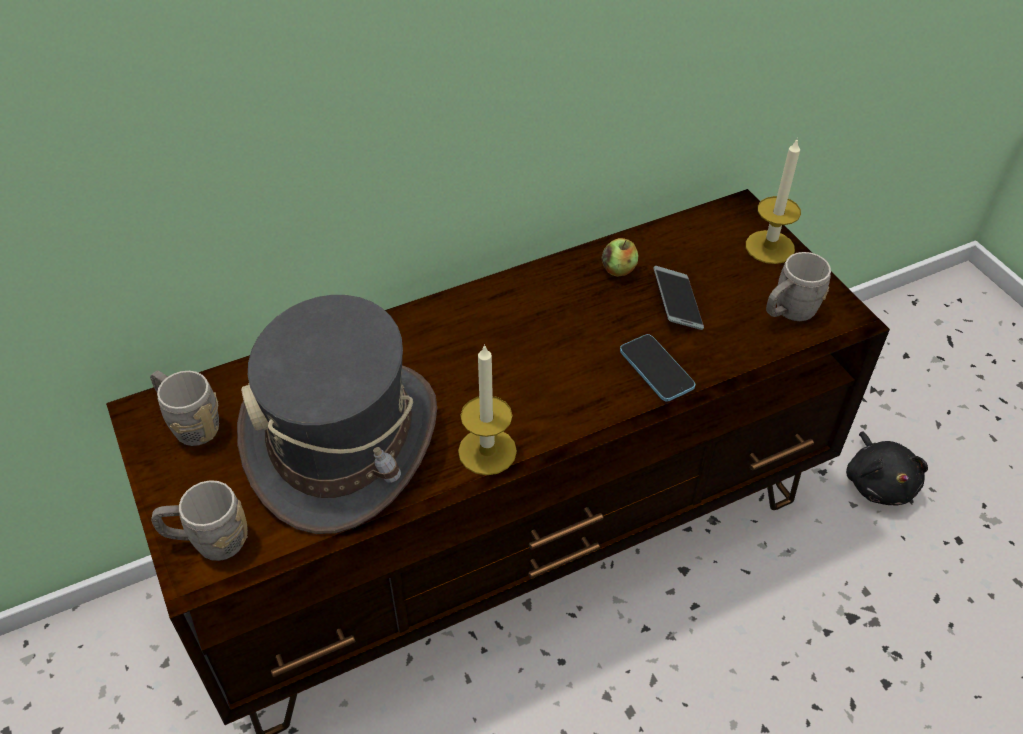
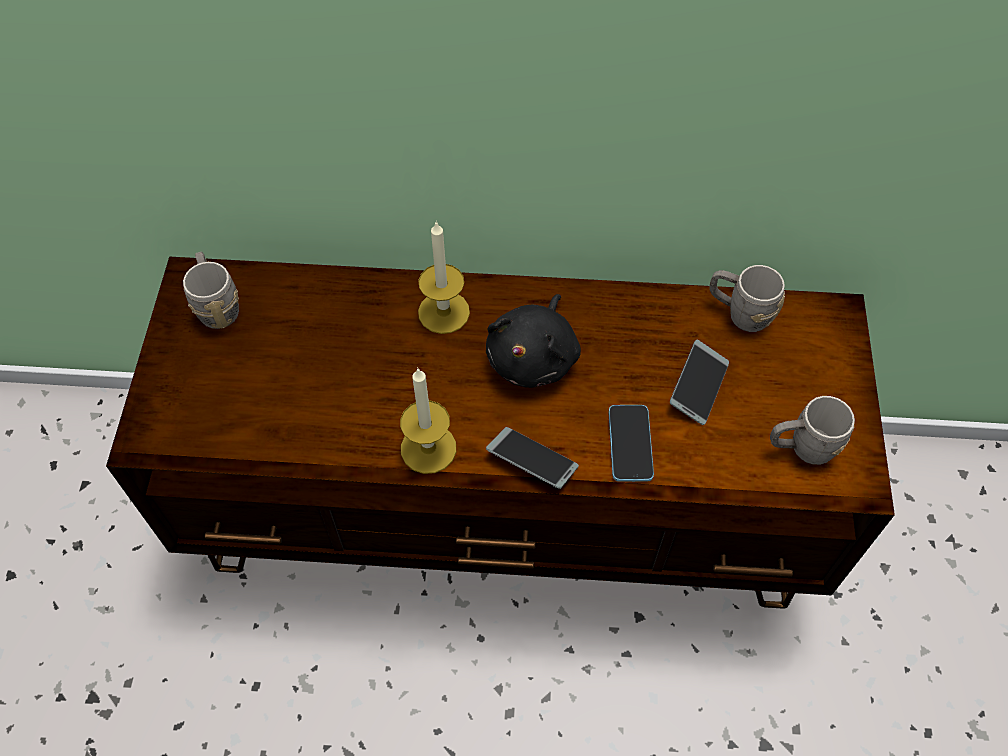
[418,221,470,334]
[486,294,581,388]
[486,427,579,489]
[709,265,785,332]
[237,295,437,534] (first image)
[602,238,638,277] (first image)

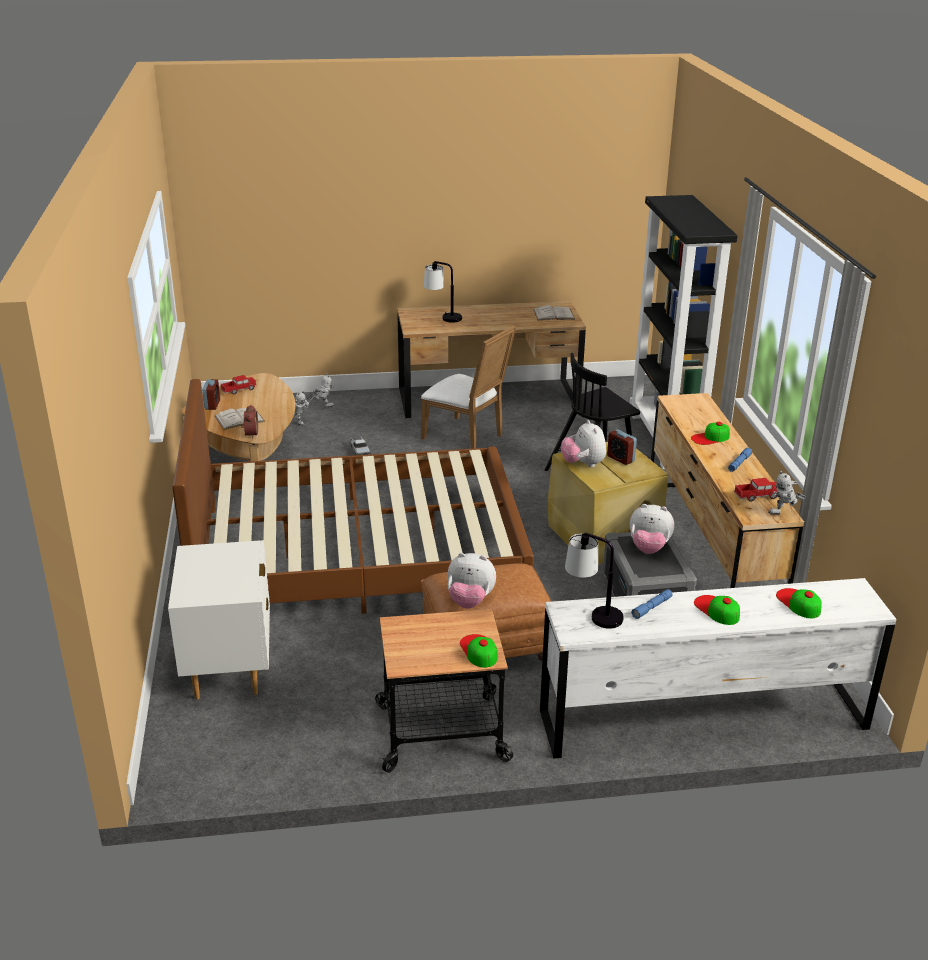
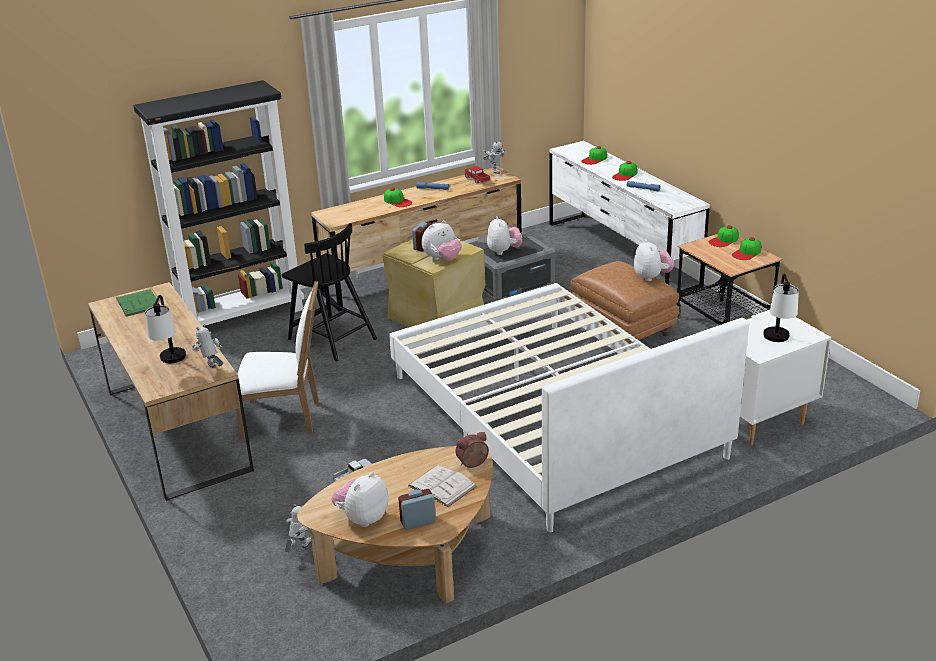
[116,289,159,317]
[192,324,223,368]
[236,281,319,440]
[331,472,388,527]
[389,283,749,532]
[732,237,761,260]
[763,274,799,342]

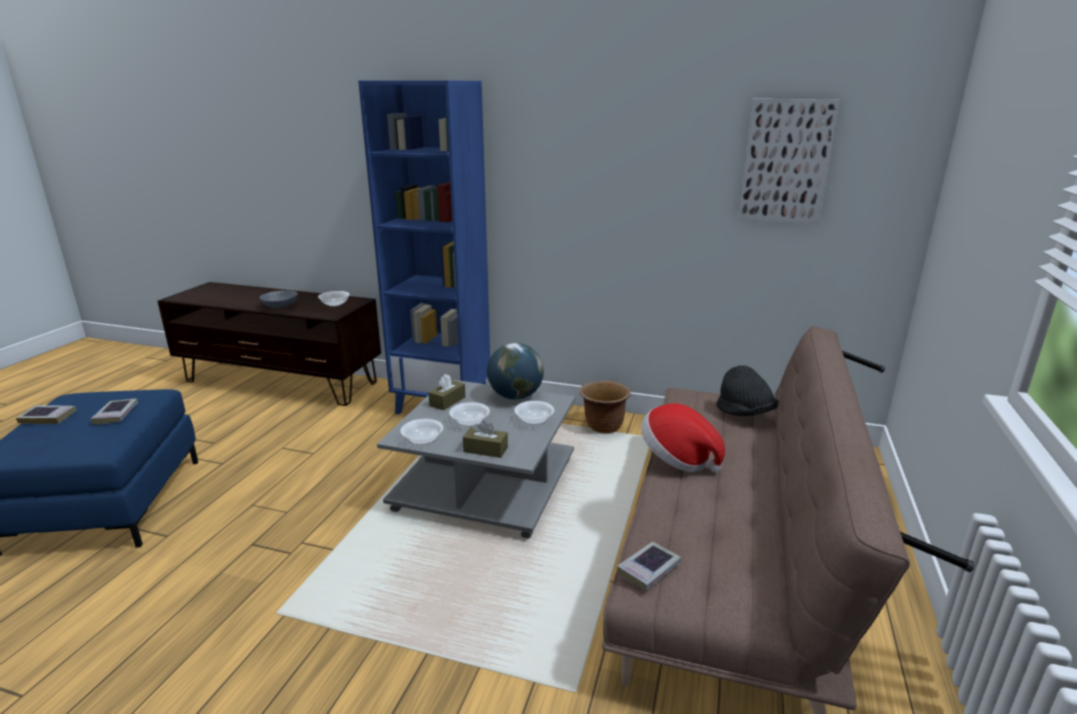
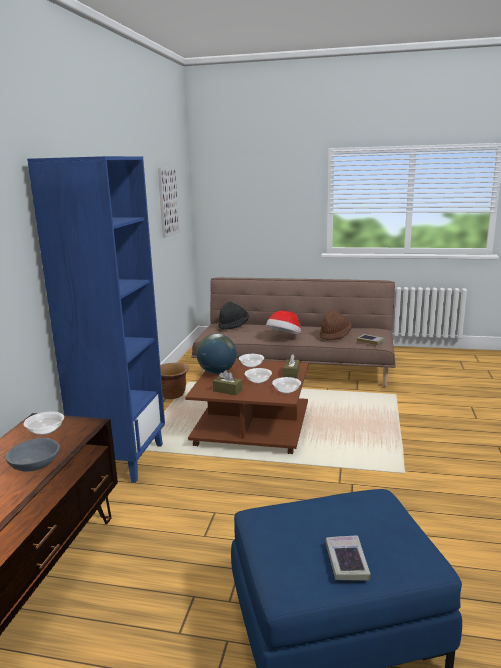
[185,359,308,454]
[320,310,352,341]
[90,398,138,425] (first image)

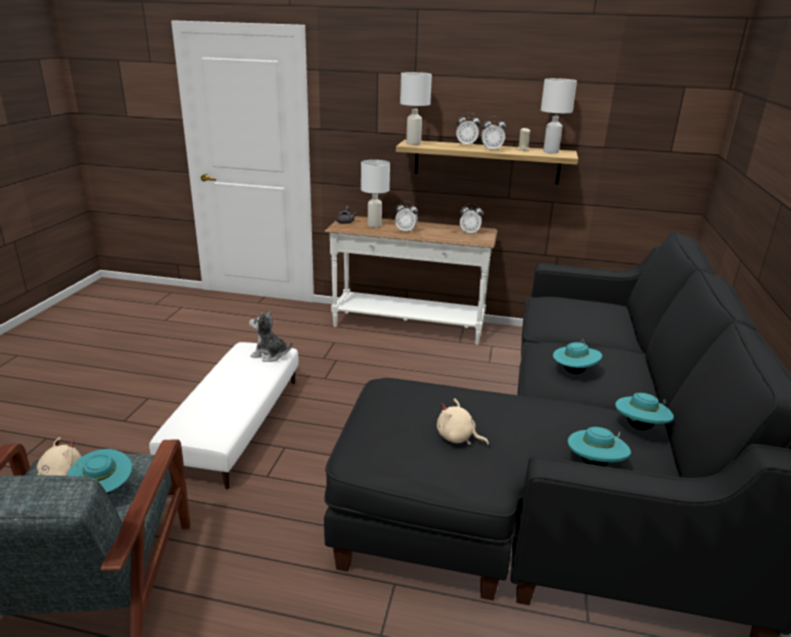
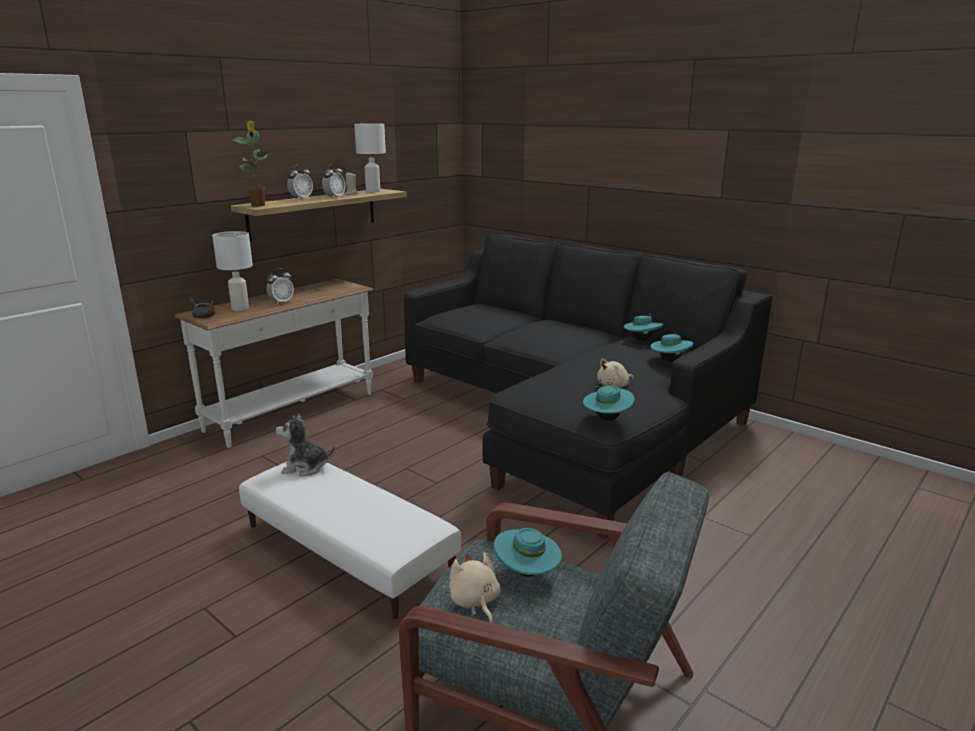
[233,121,271,206]
[276,413,335,477]
[583,383,634,421]
[460,203,483,235] (first image)

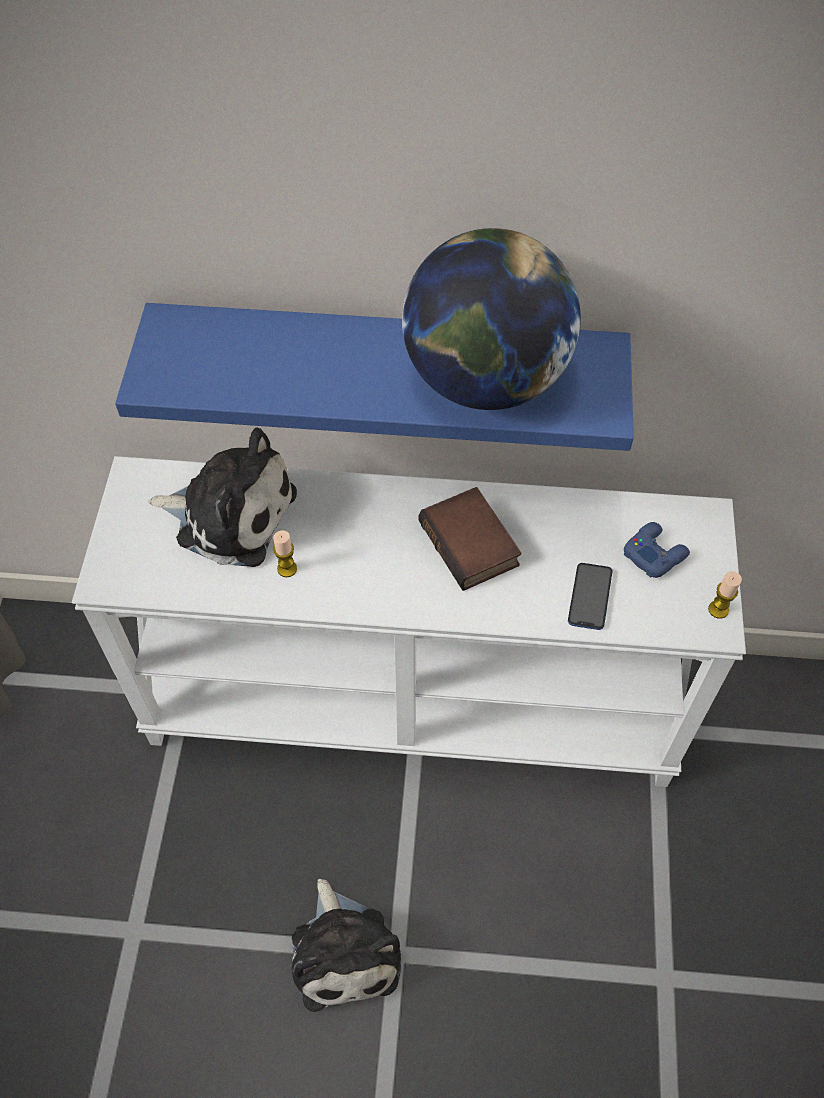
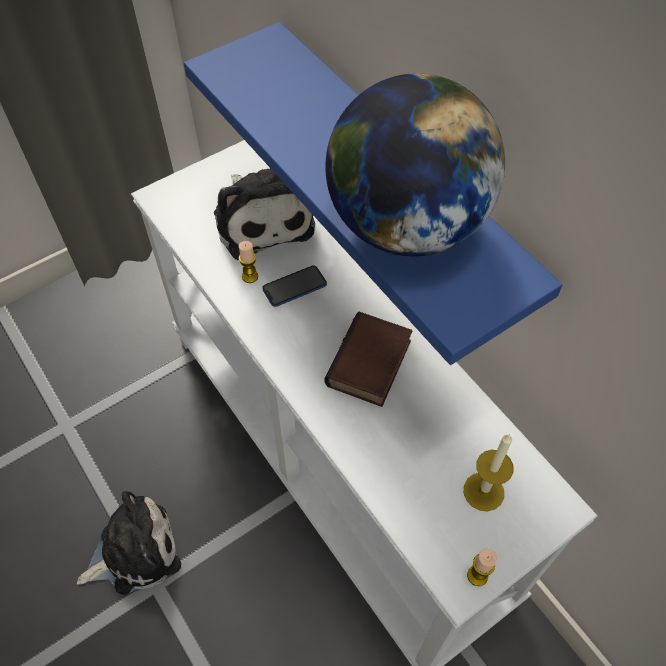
[77,491,181,595]
[262,265,327,307]
[464,434,514,512]

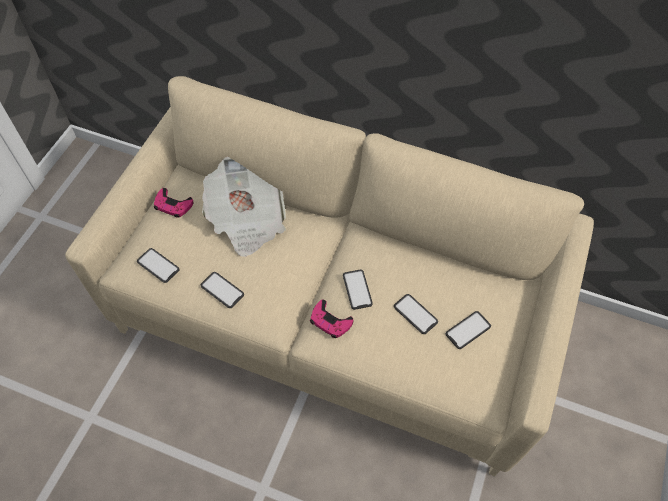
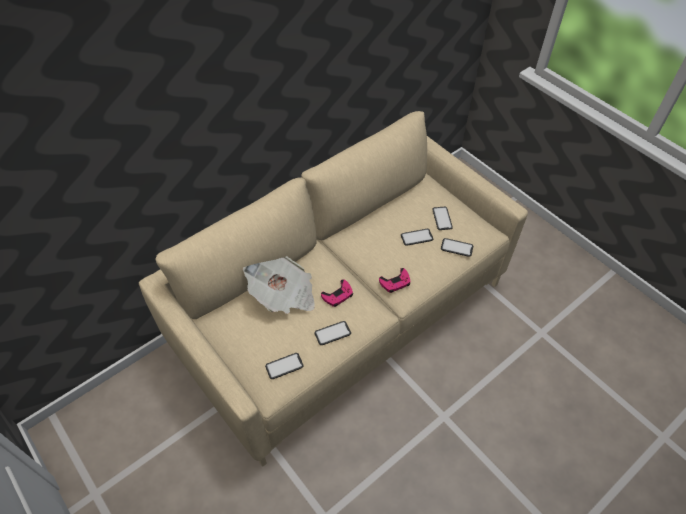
[321,279,353,307]
[441,238,473,257]

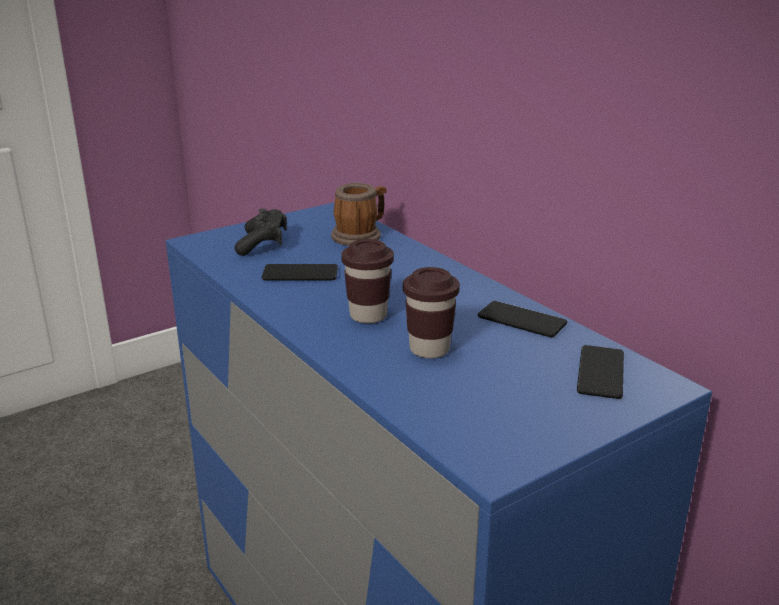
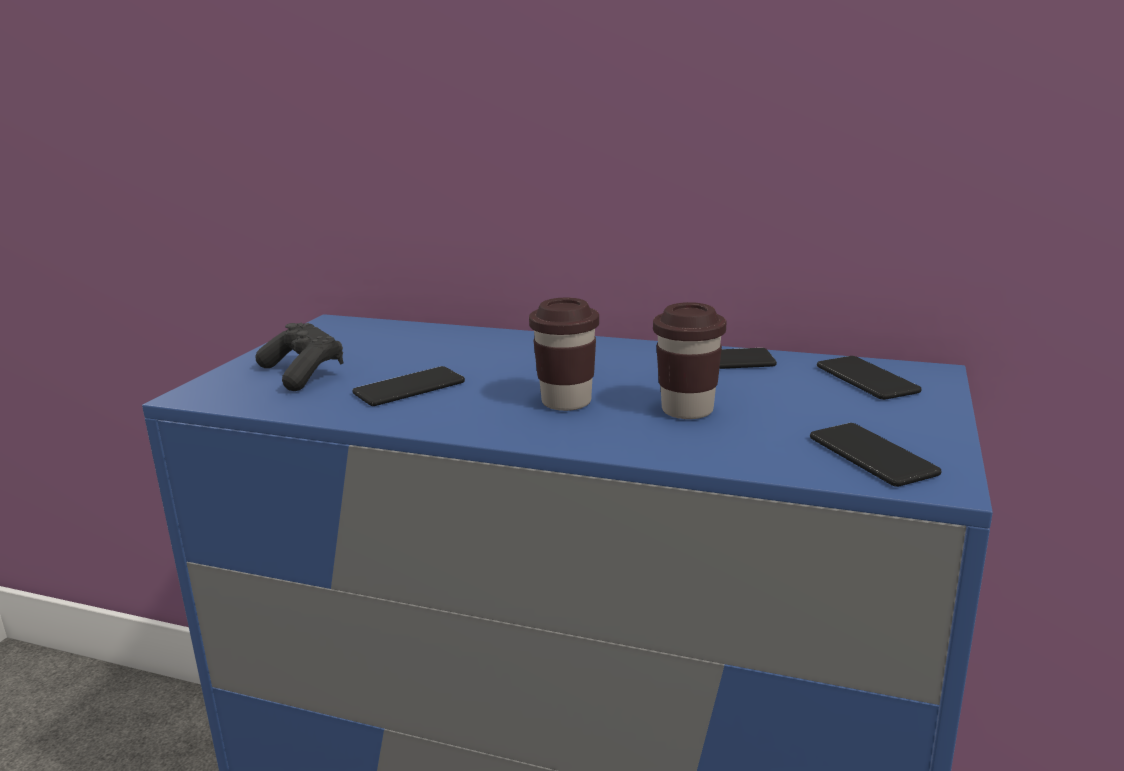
[810,423,942,487]
[331,182,386,246] (first image)

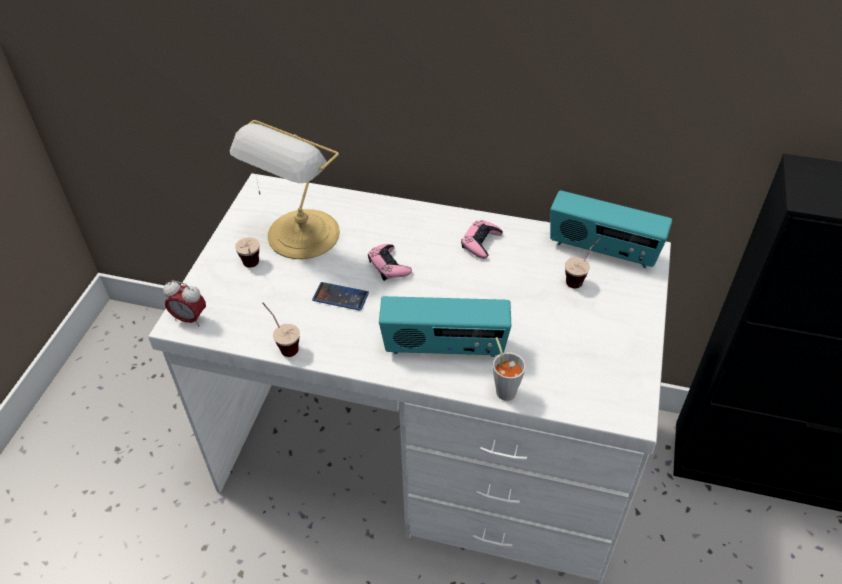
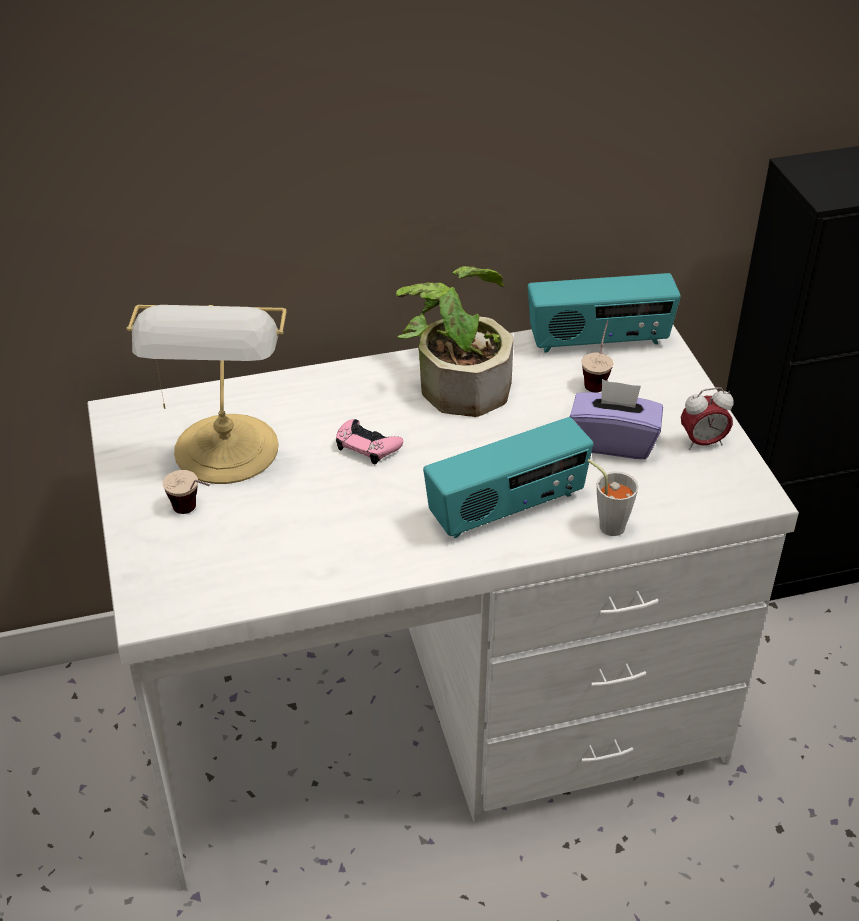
[396,266,514,417]
[570,379,663,459]
[681,387,734,450]
[262,303,300,357] (first image)
[312,282,369,311] (first image)

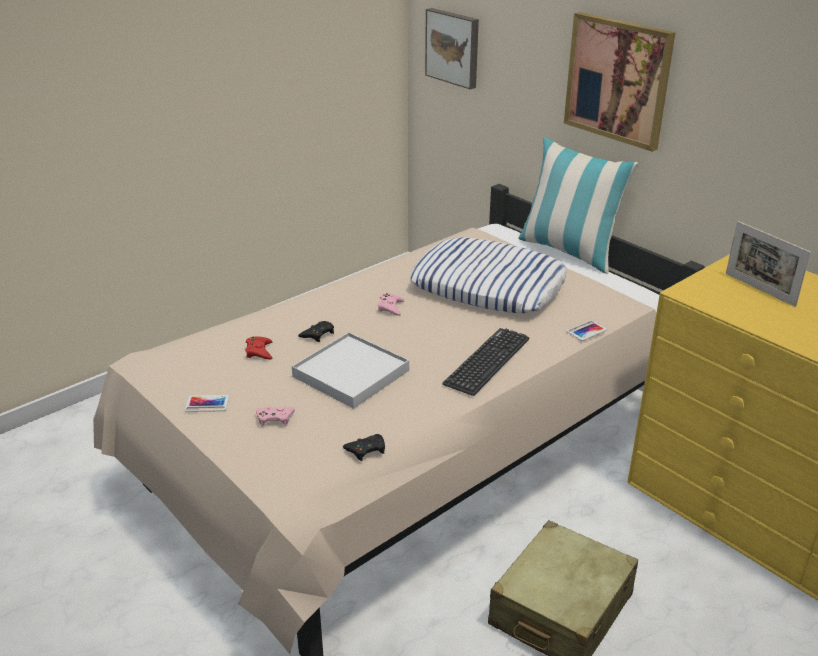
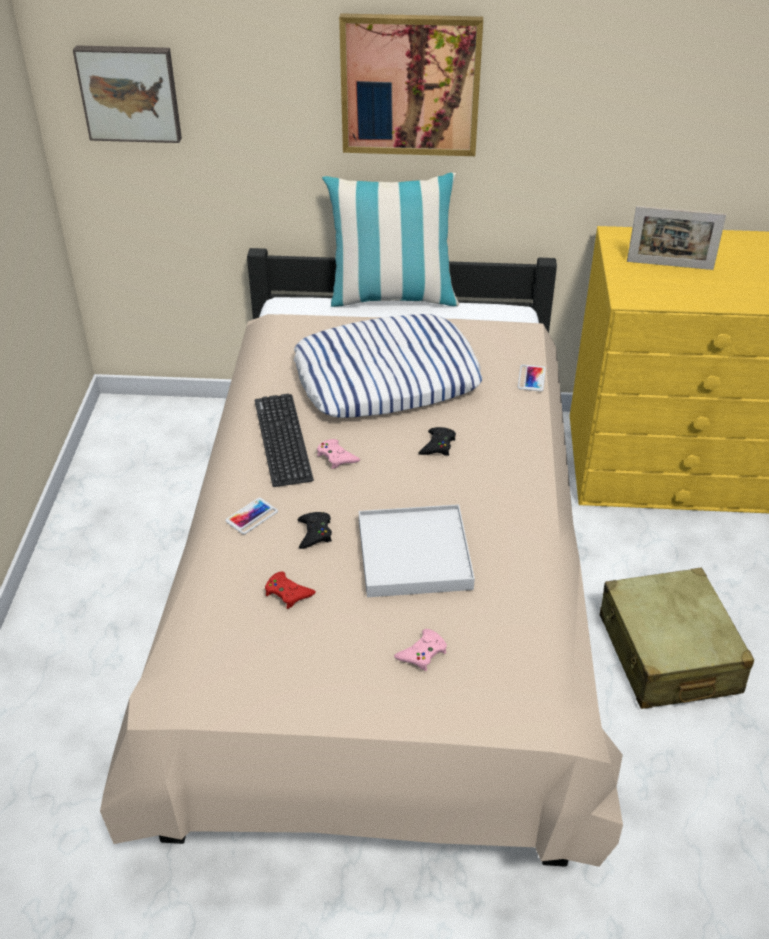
[225,497,278,534]
[255,394,314,487]
[419,427,456,456]

